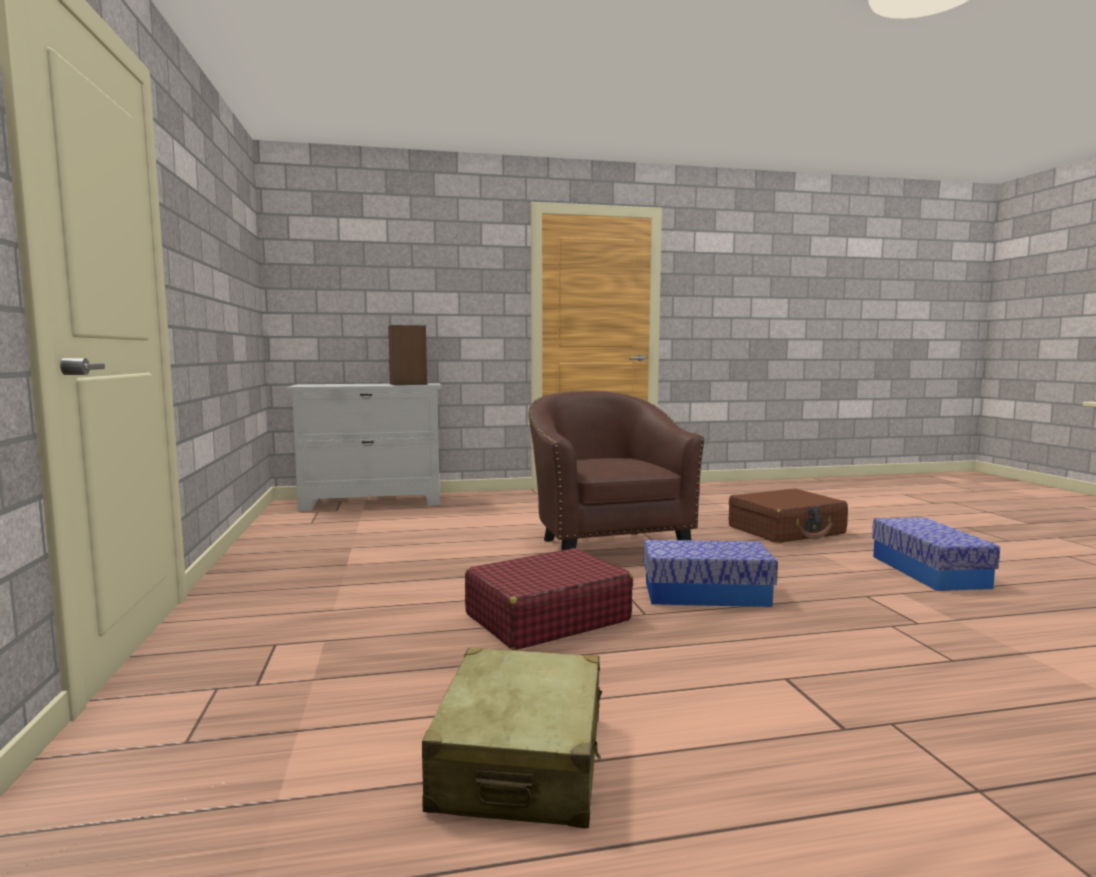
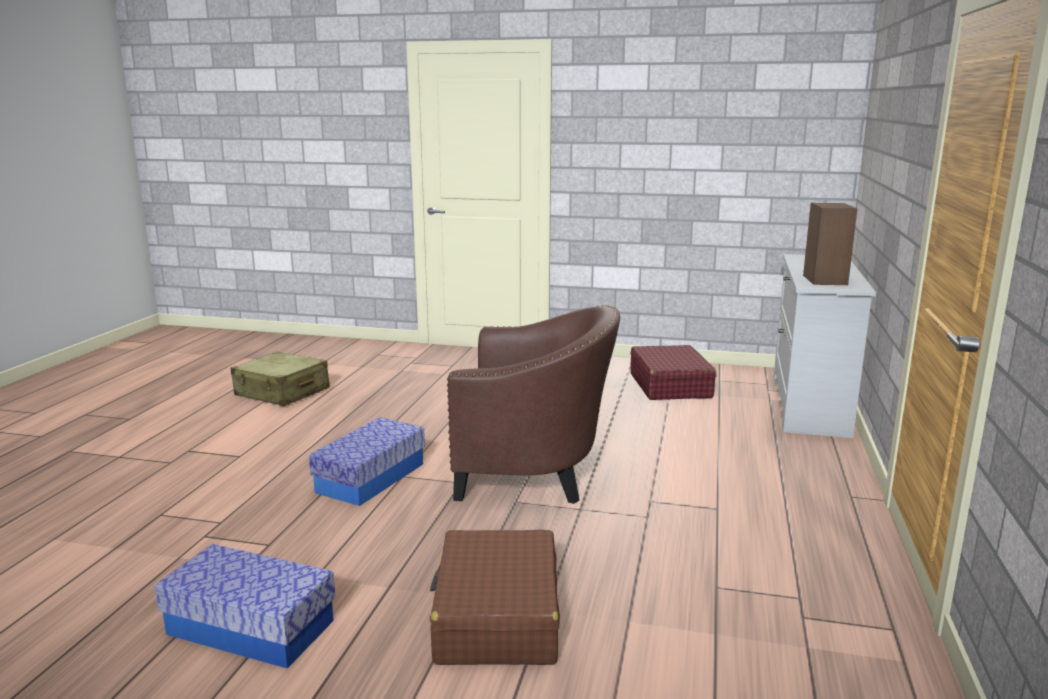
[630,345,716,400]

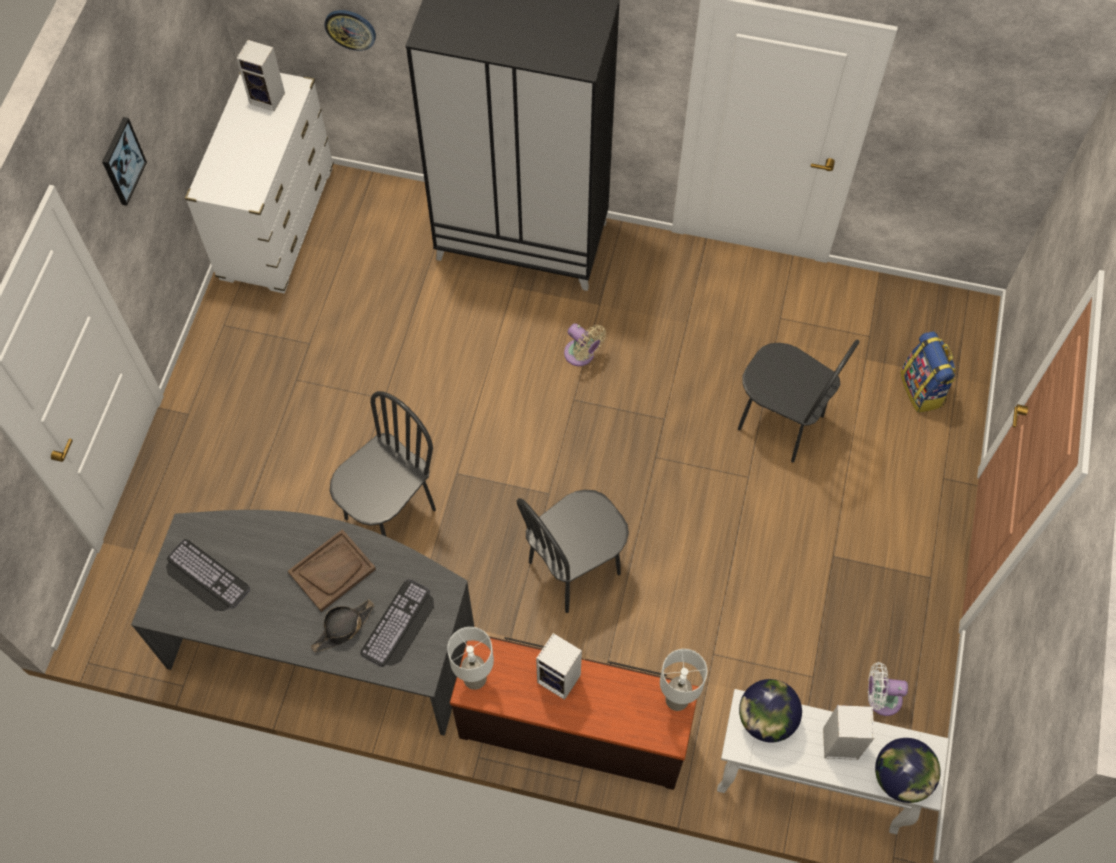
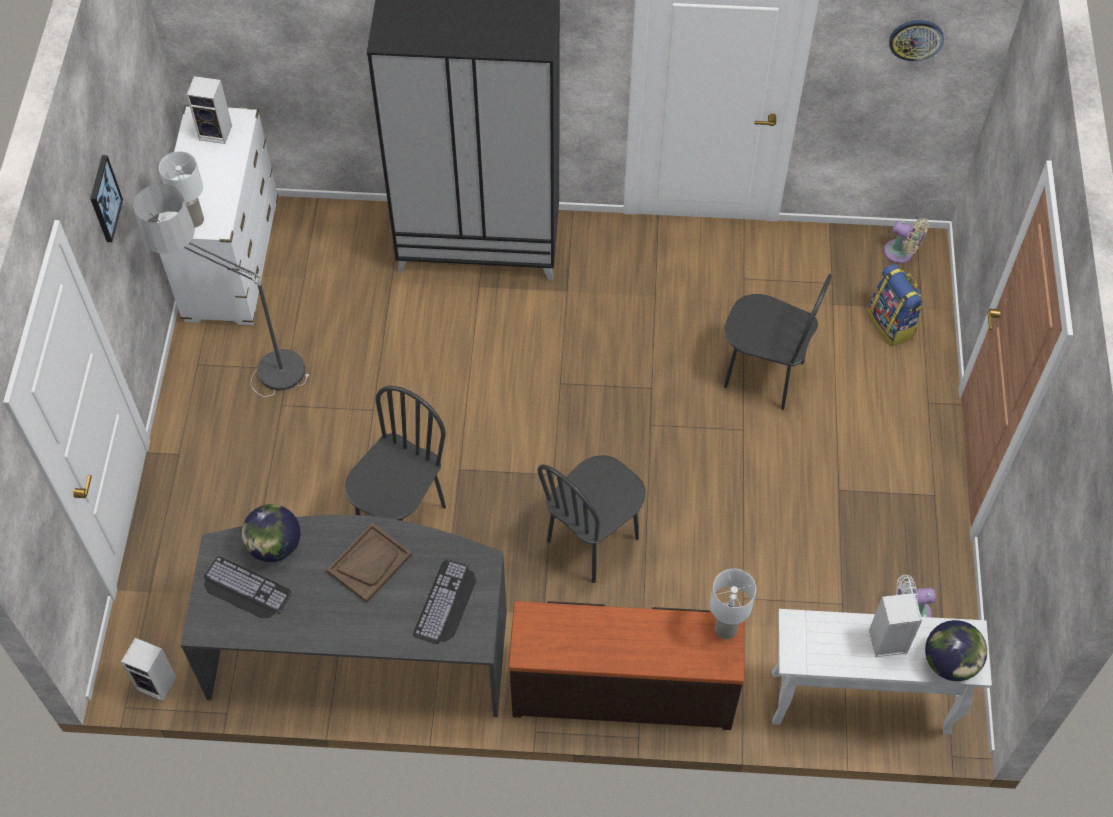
[121,638,177,701]
[133,184,310,397]
[159,151,204,228]
[242,504,300,562]
[884,218,929,263]
[889,20,944,61]
[311,599,374,653] (first image)

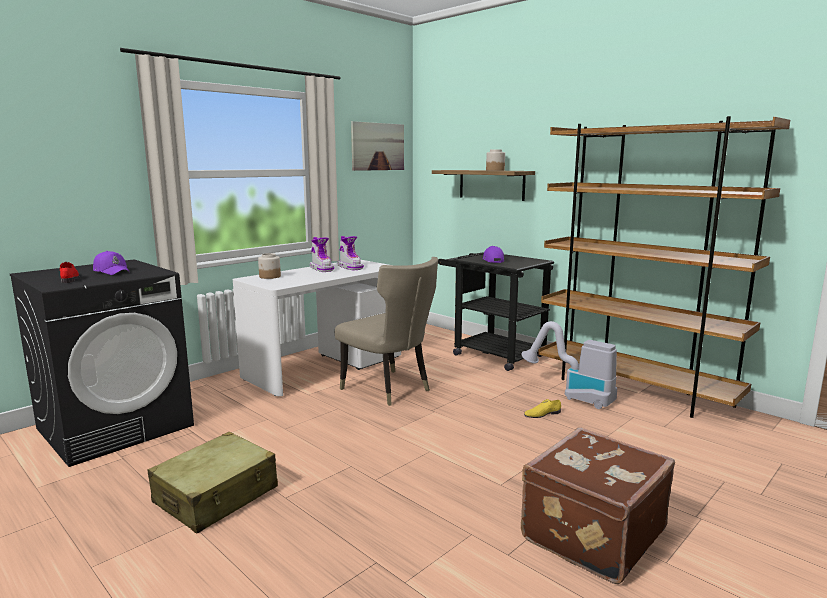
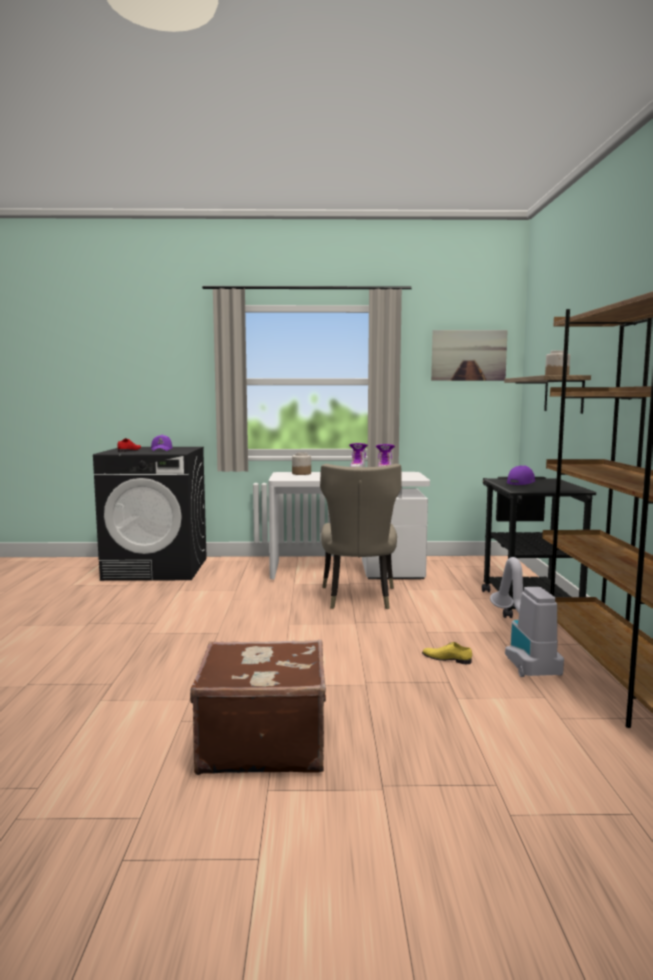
[147,432,278,533] (first image)

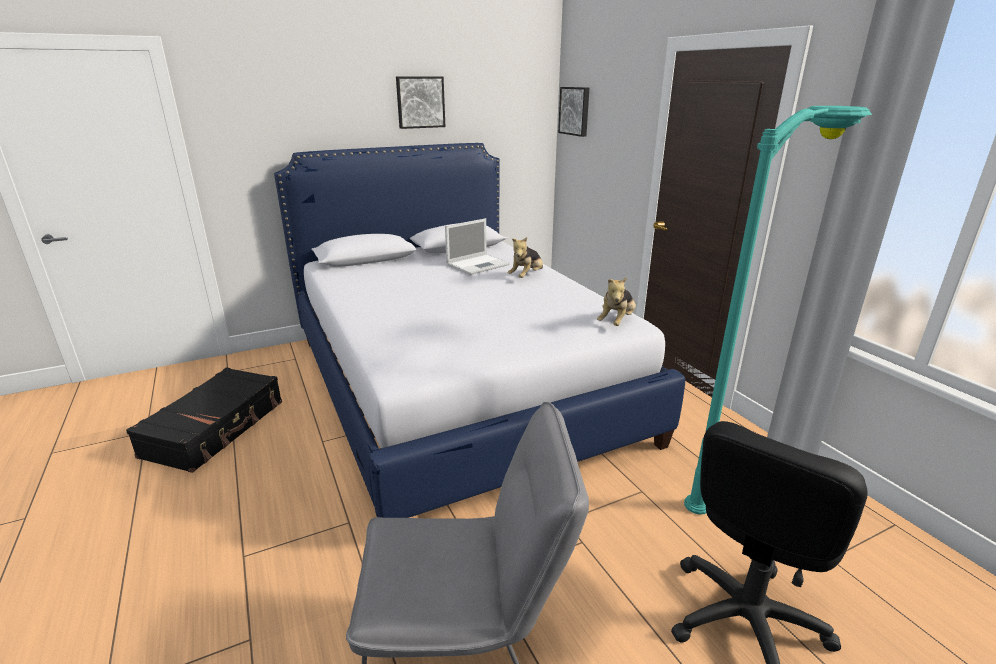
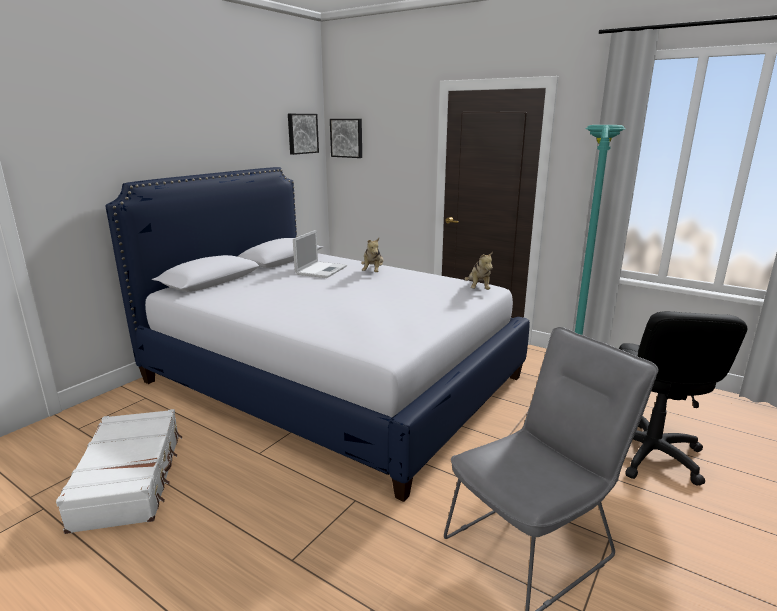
[56,409,182,534]
[288,114,319,155]

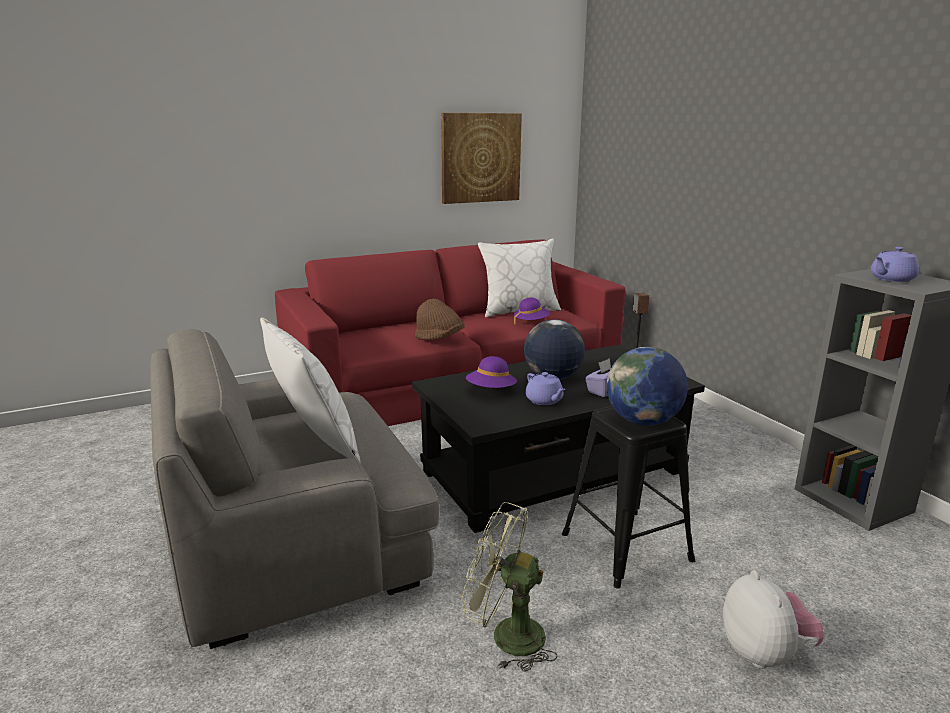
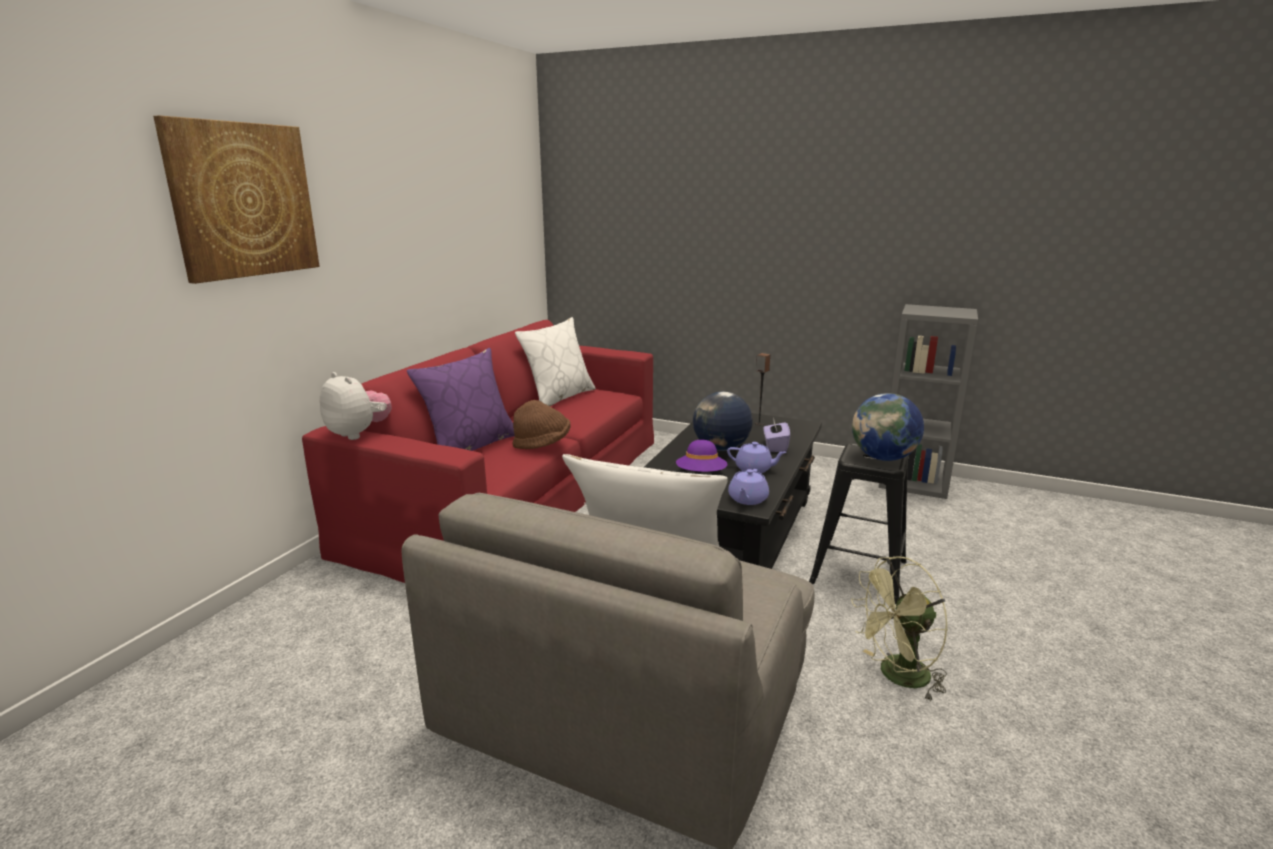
[153,115,320,284]
[320,372,392,440]
[407,348,515,451]
[728,469,769,505]
[513,298,550,325] (first image)

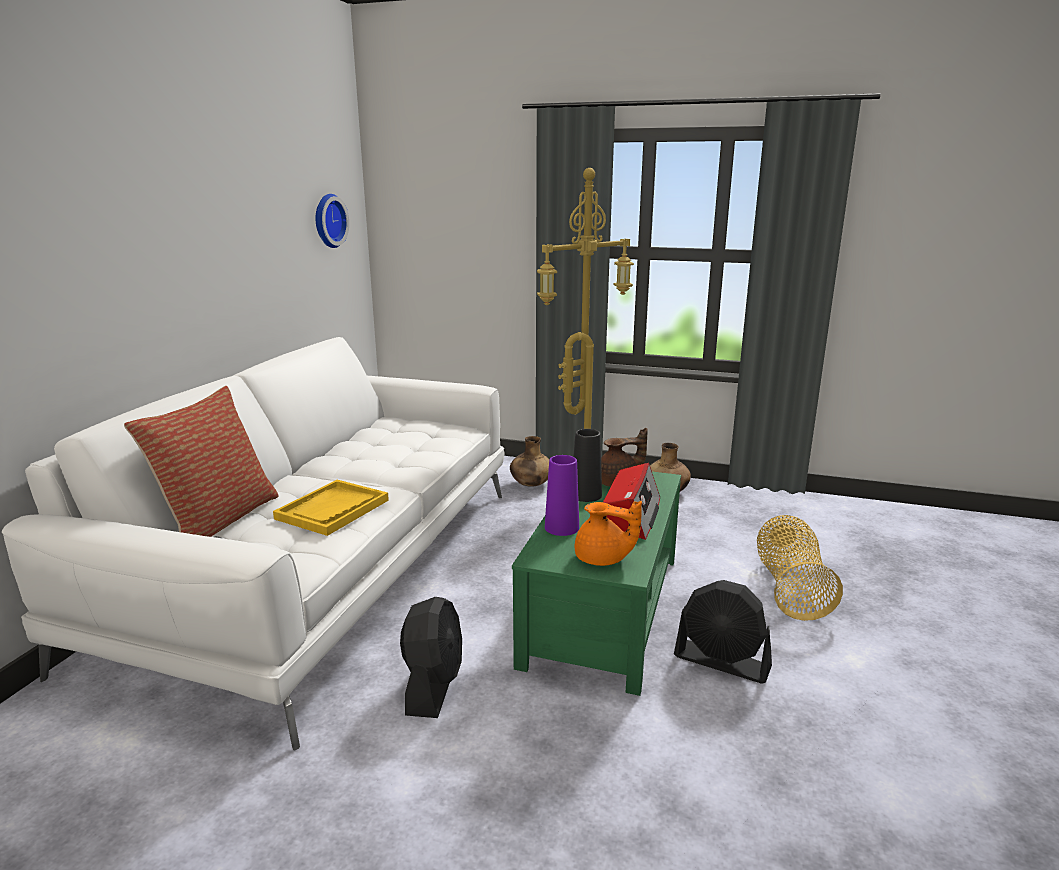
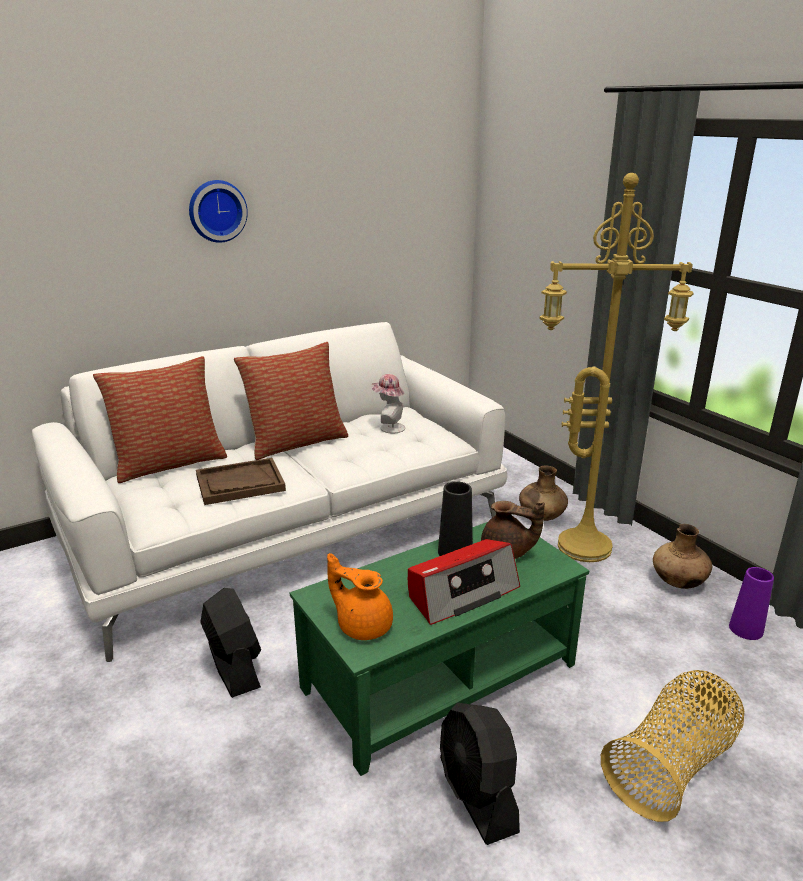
[189,180,248,243]
[196,458,286,505]
[200,588,261,698]
[234,342,348,460]
[327,553,393,640]
[371,374,405,433]
[729,567,774,640]

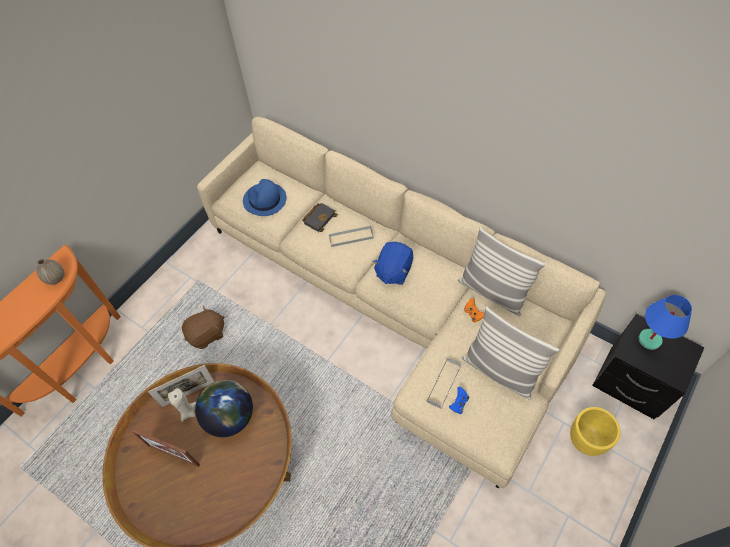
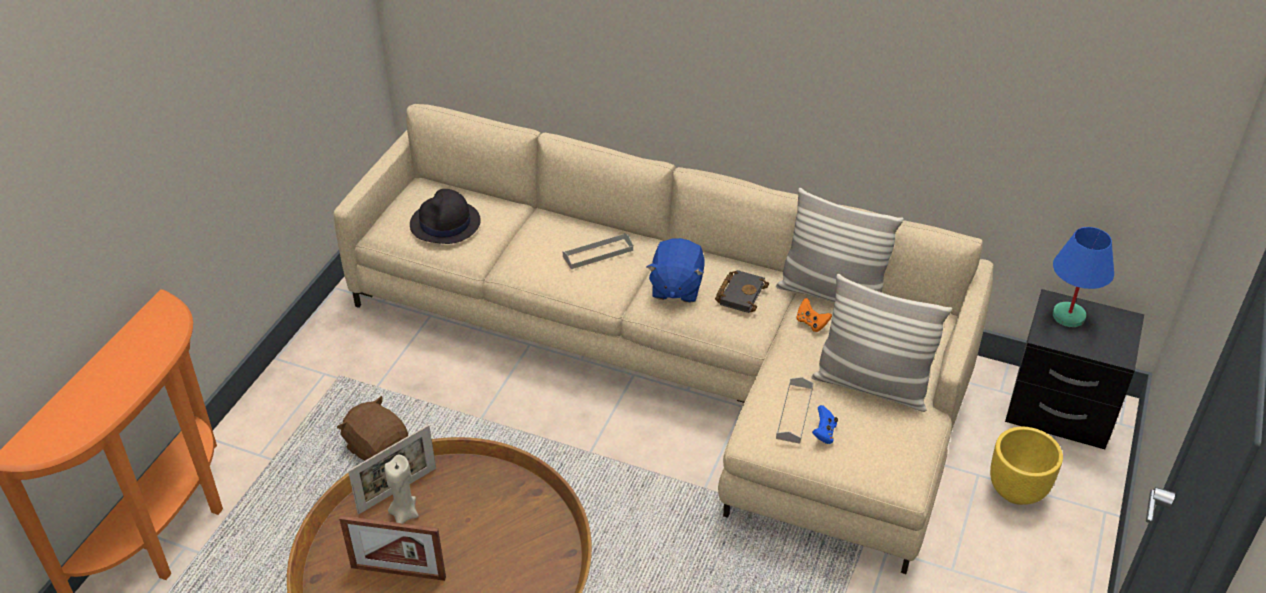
[337,396,408,460]
[410,189,481,244]
[715,270,769,313]
[36,258,64,285] (first image)
[195,380,253,437] (first image)

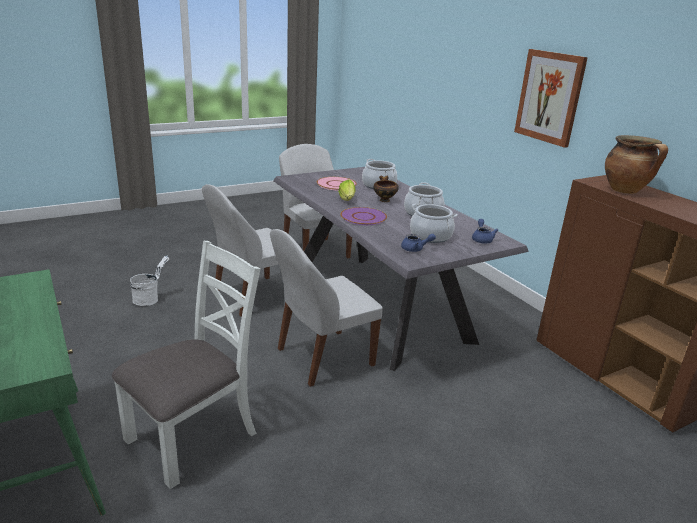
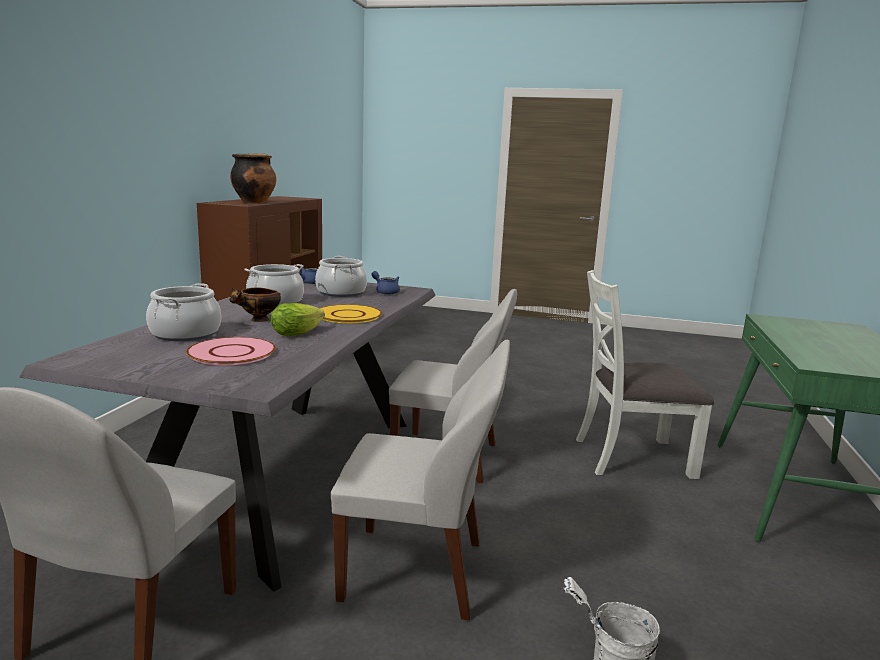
[320,304,382,323]
[514,49,588,148] (first image)

